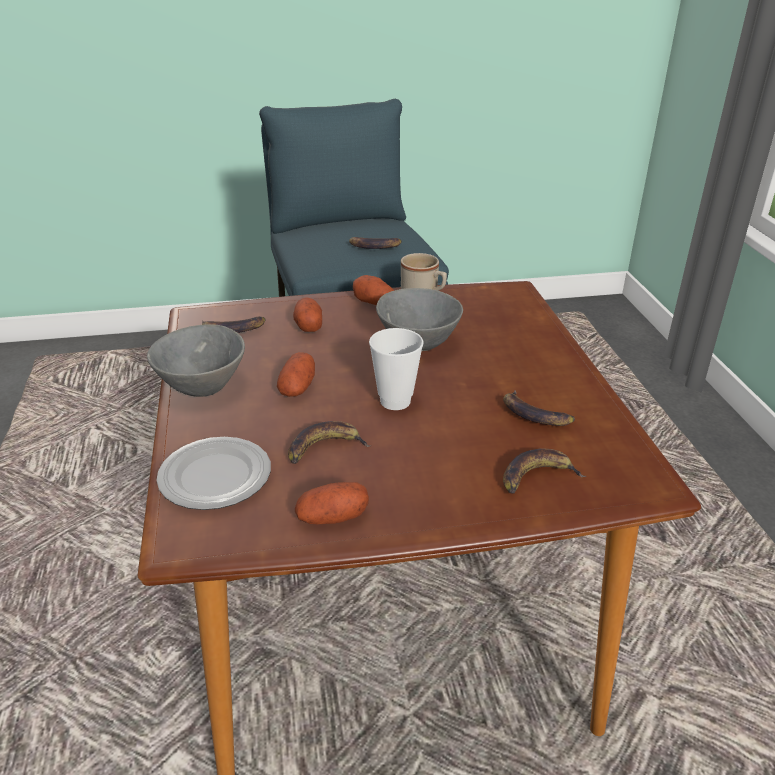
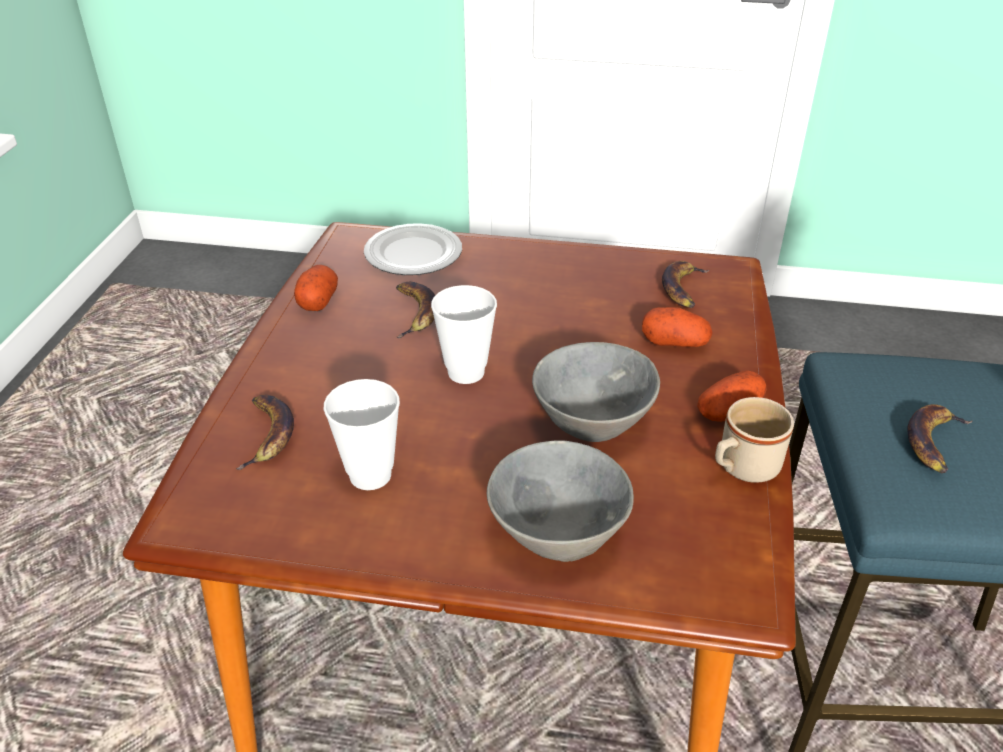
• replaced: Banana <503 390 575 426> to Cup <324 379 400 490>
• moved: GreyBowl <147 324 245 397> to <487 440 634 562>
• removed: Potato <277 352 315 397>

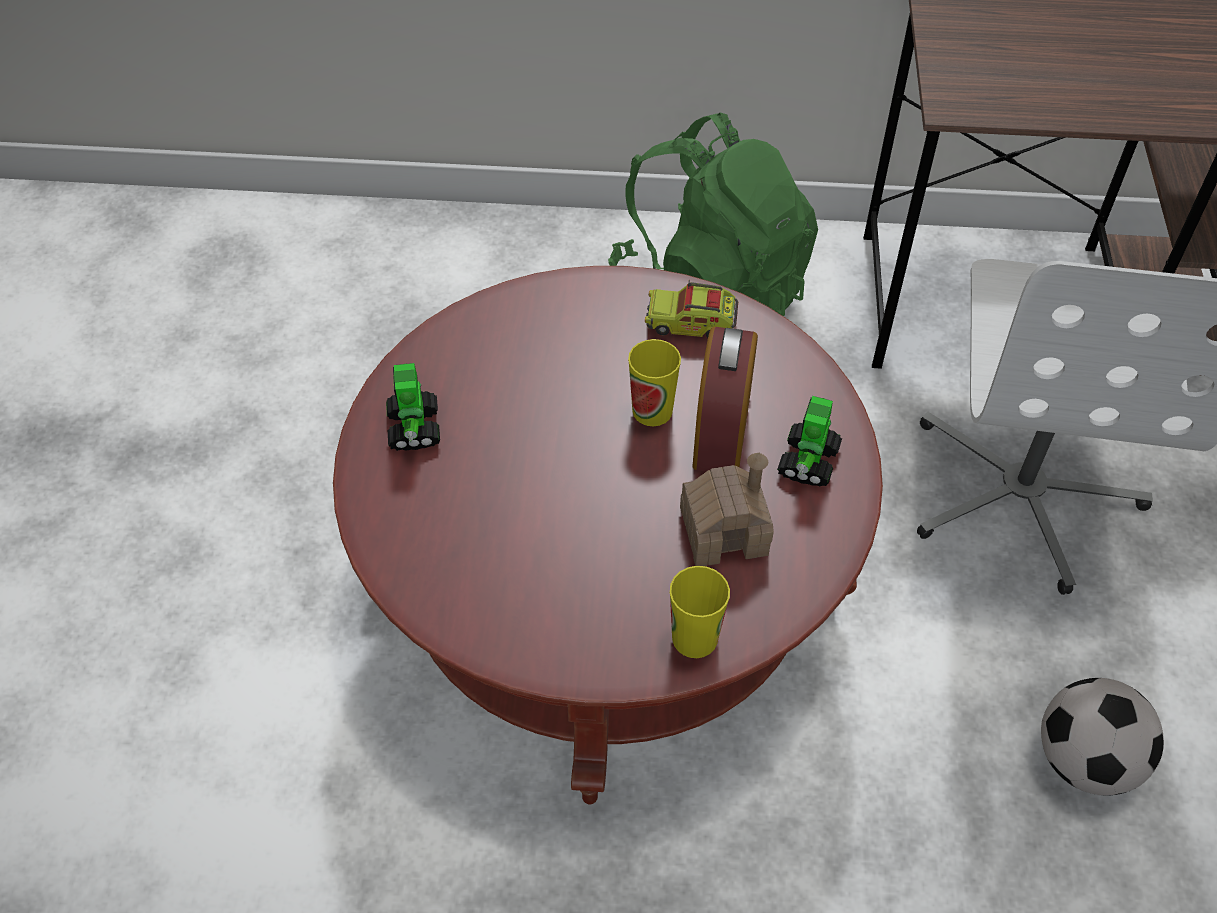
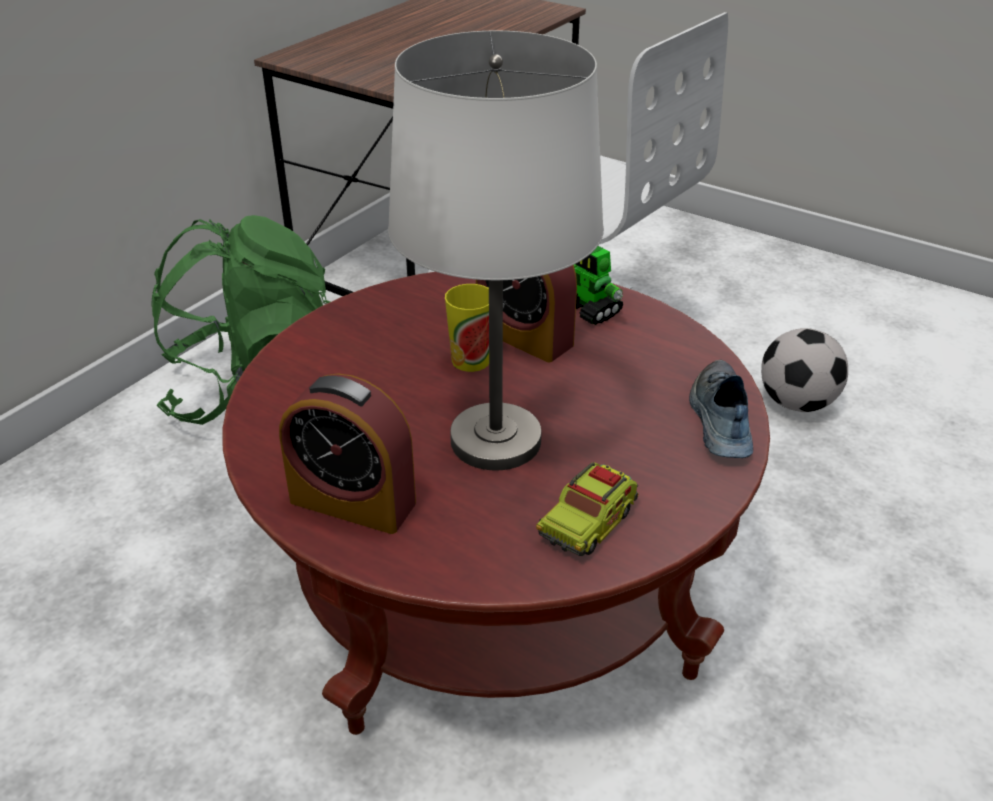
• replaced: ToyRobot <386 363 440 451> to AlarmClock <279 373 416 534>
• added: WhiteTableLamp <388 31 604 470>
• moved: ToyTruck <645 282 738 338> to <536 462 639 556>
• replaced: Cup <670 566 730 658> to Shoe <689 359 753 458>
• removed: ToyHouse <680 453 774 566>

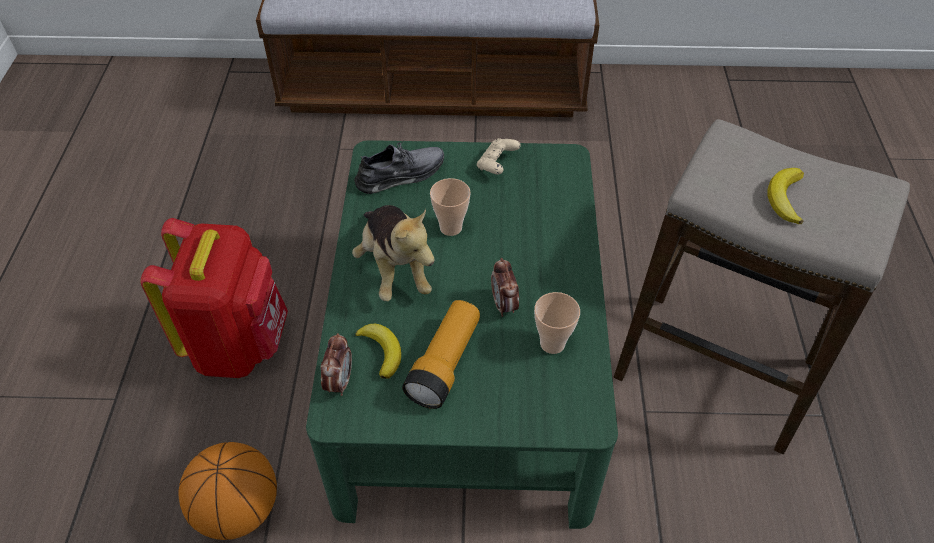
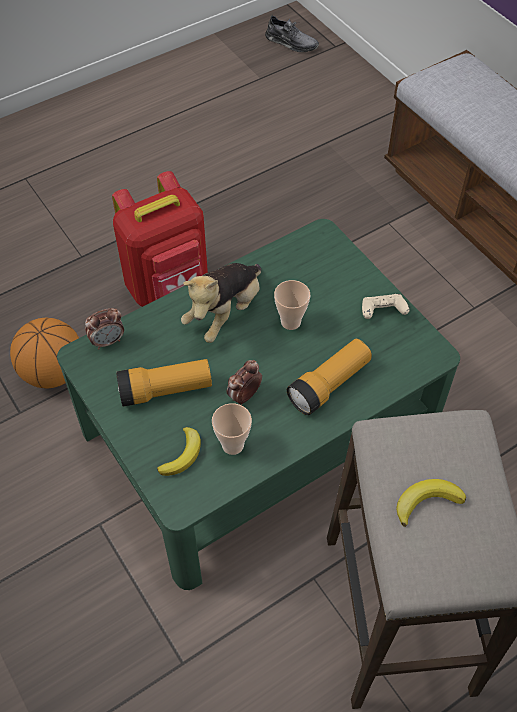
• moved: Banana <355 324 401 379> to <157 427 201 476>
• moved: GreyShoe <354 140 444 194> to <265 14 319 52>
• added: Flashlight <287 339 372 415>

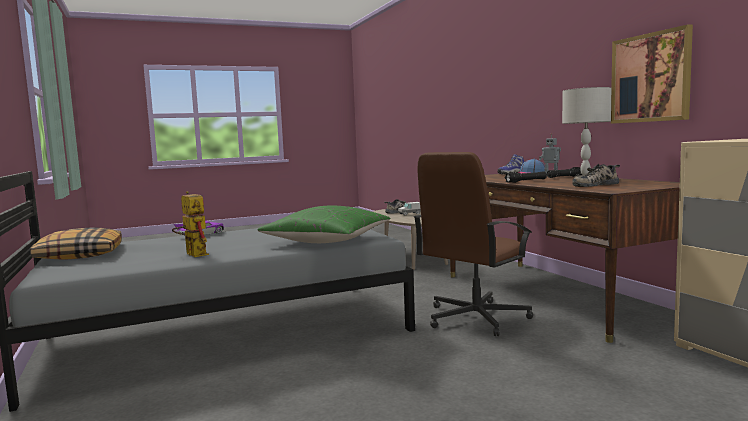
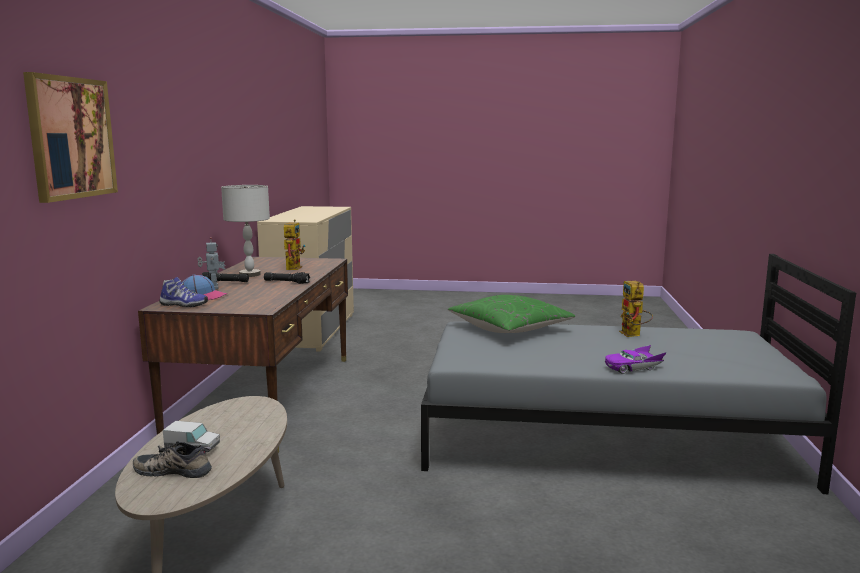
• moved: Picture <611 24 693 124> to <23 72 118 203>
• replaced: Shoe <572 164 620 187> to ToyRobot <284 220 305 270>
• removed: Pillow <30 227 122 260>
• removed: BrownOfficeChair <413 152 533 336>

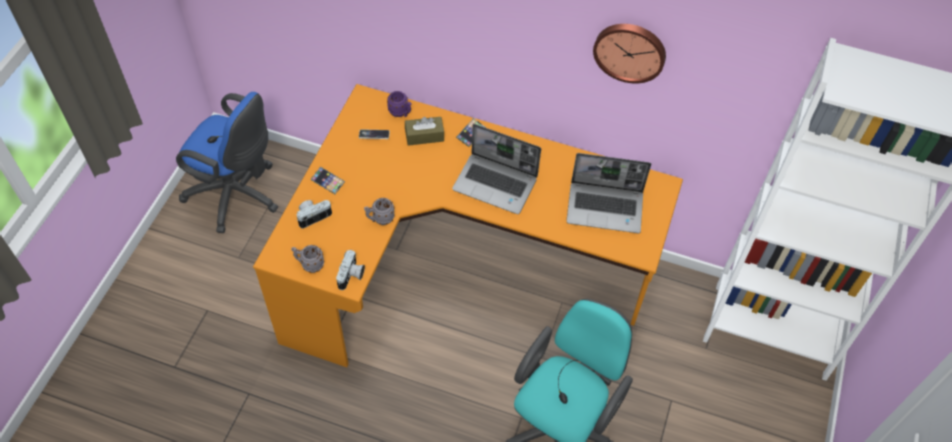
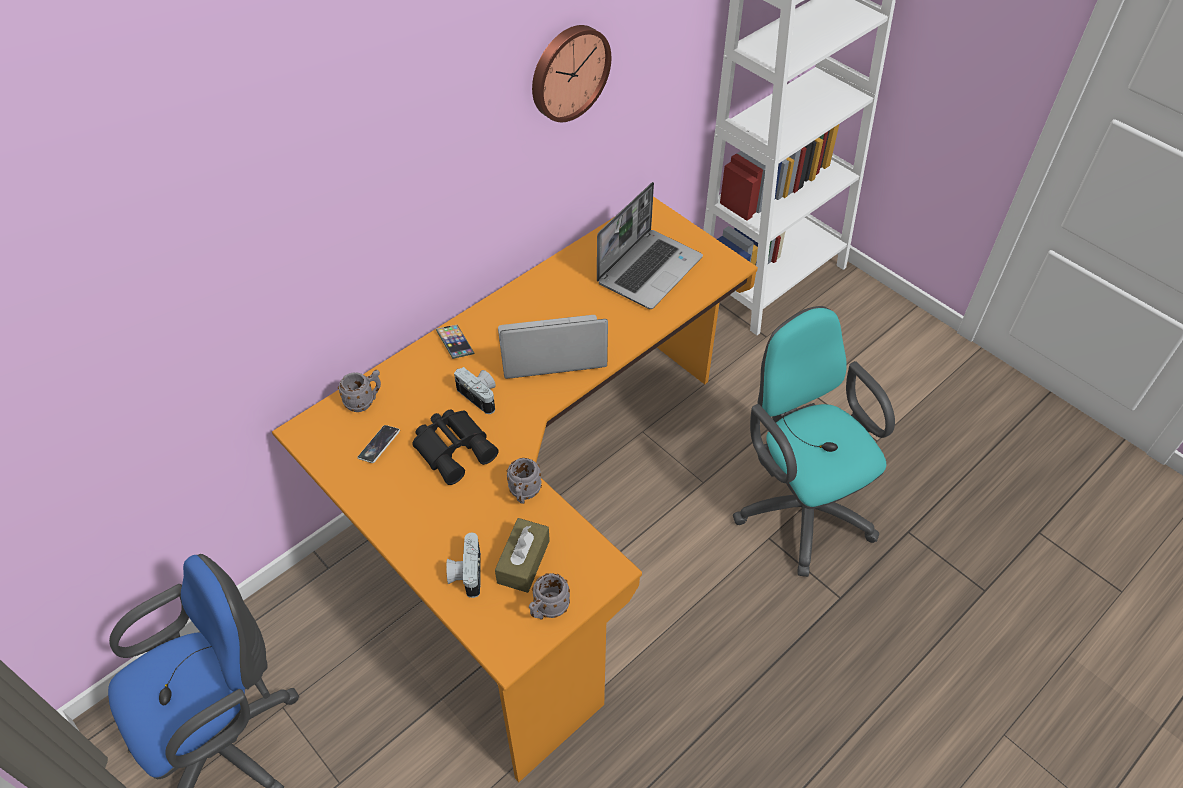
• recoloured: PurpleMug <387 91 412 117> to GreyMug <338 370 381 412>
• added: BlackBinoculars <412 409 499 485>
• moved: PhotoCamera <336 250 365 290> to <454 367 496 414>
• moved: BrownTissueBox <405 117 444 146> to <495 518 550 593>
• turned: Laptop <452 124 541 214> = <498 315 608 379> 150 degrees counterclockwise
• removed: Phone <310 167 345 194>

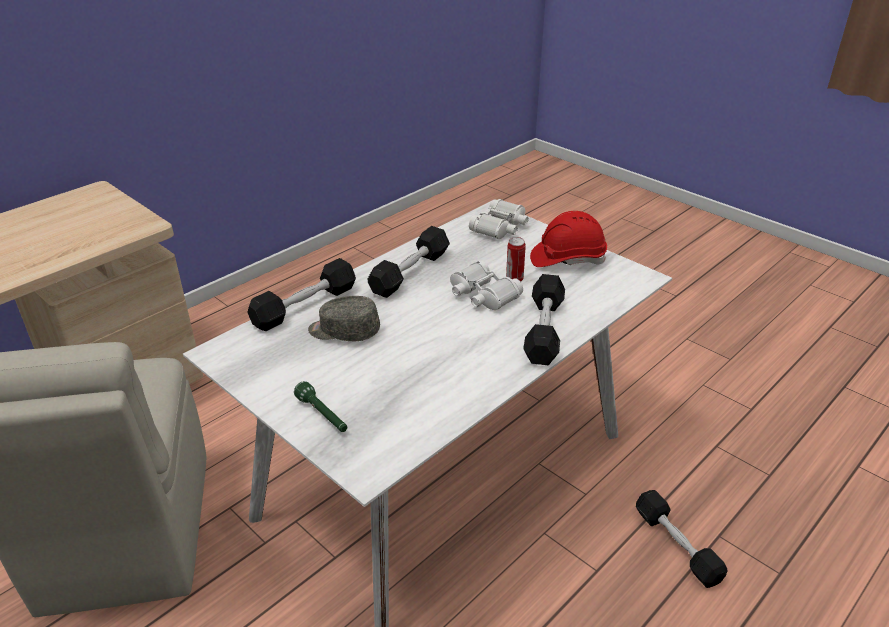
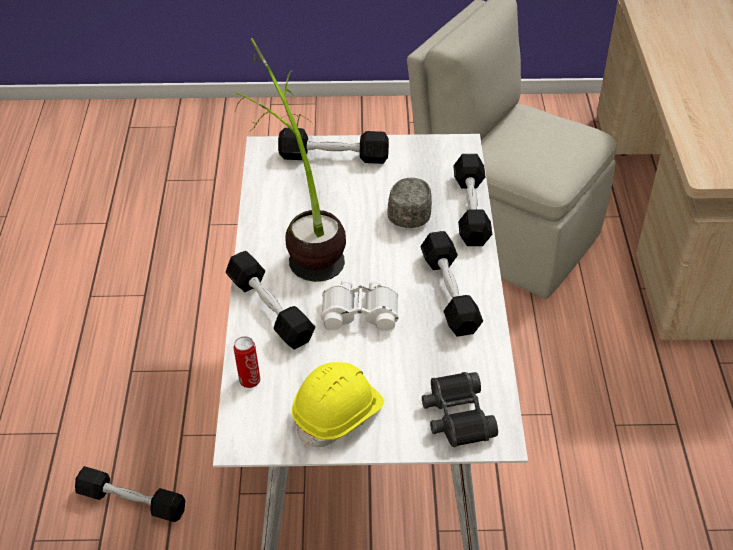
• moved: Can <506 237 526 282> to <234 336 260 388>
• added: PottedPlant <235 38 346 282>
• replaced: GreenFlashlight <294 381 347 432> to BlackDumbbell <278 128 389 164>
• recoloured: RedHardHat <530 211 607 267> to YellowHardHat <292 362 384 448>
• turned: GreyCap <308 296 380 341> = <387 178 432 228> 45 degrees counterclockwise
• recoloured: WhiteBinoculars <469 199 529 239> to BlackBinoculars <422 372 498 447>

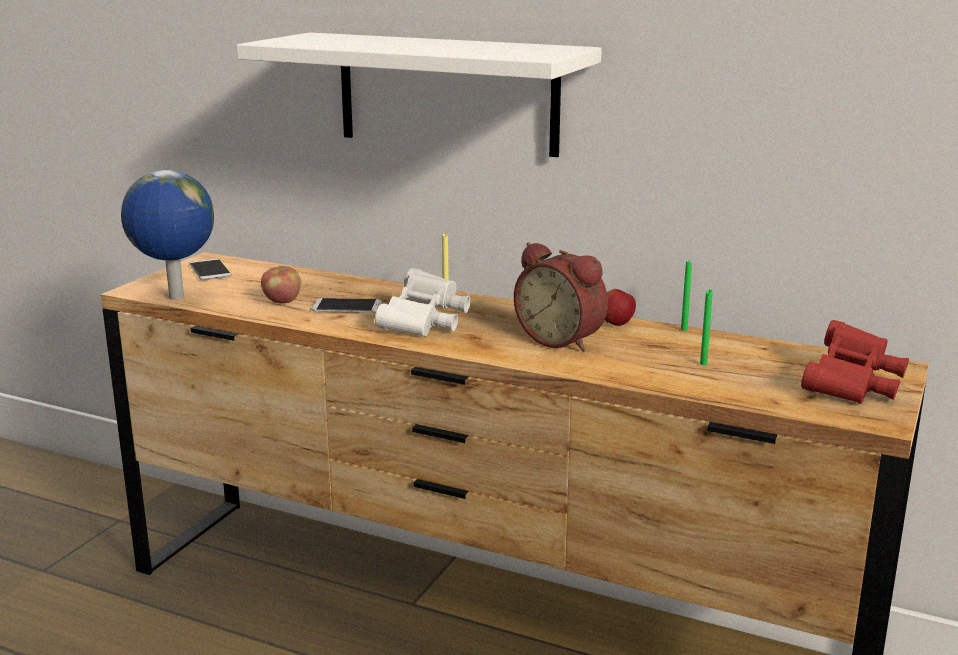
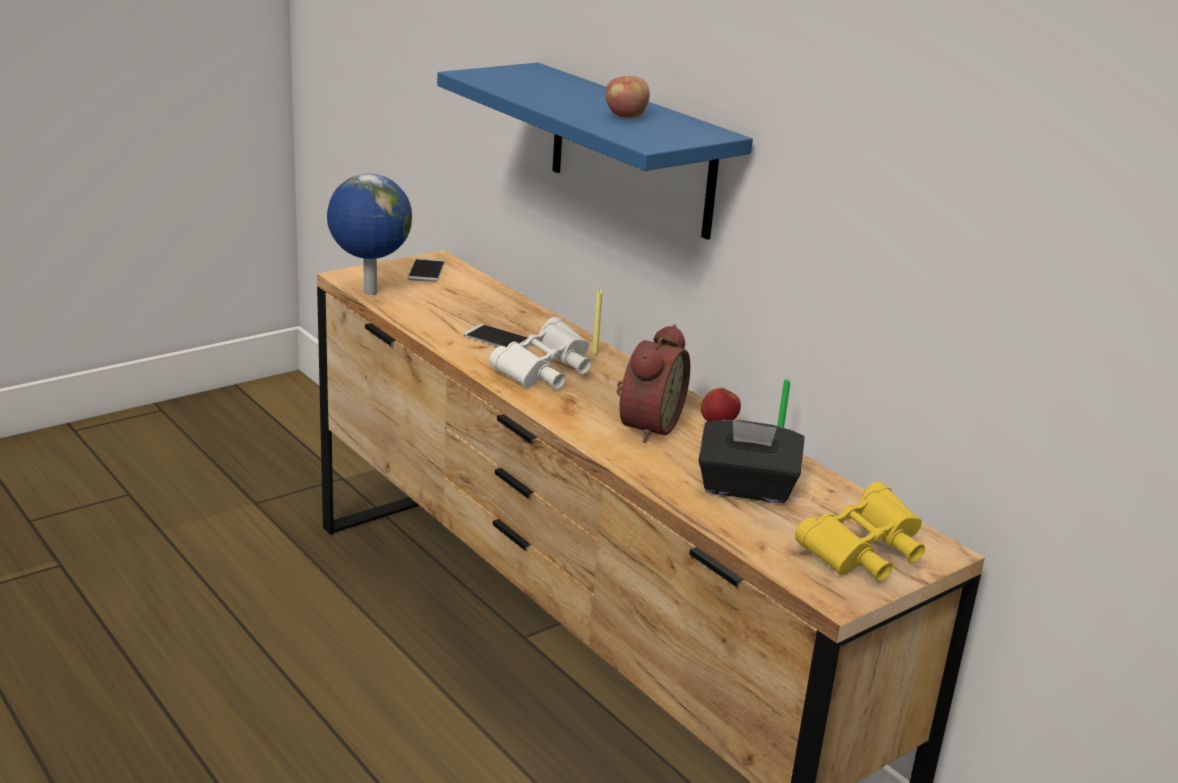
• recoloured: WhiteShelf <236 32 602 157> to BlueShelf <437 62 753 240>
• moved: Apple <261 266 301 304> to <605 76 650 118>
• turned: AlarmClock <514 242 608 352> = <617 324 690 443> 135 degrees counterclockwise
• replaced: GreenCandle <700 289 713 365> to BlackTissueBox <698 420 804 503>
• recoloured: RedBinoculars <801 320 909 404> to YellowBinoculars <795 482 925 582>

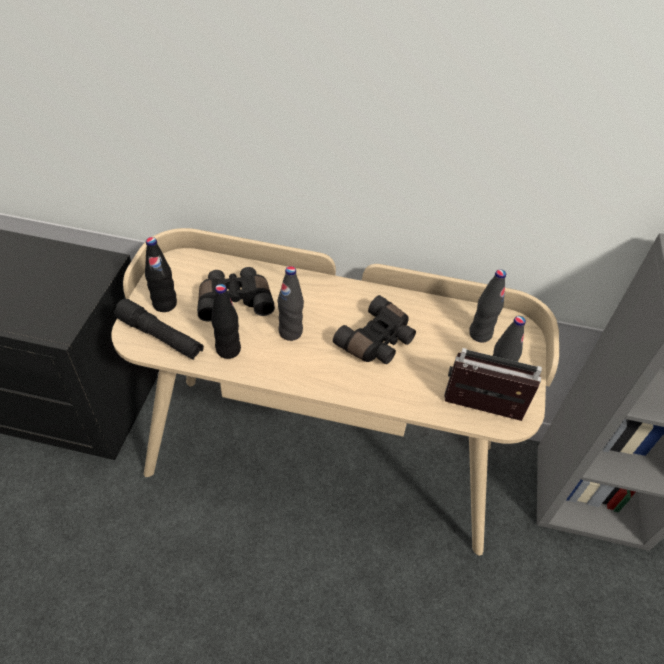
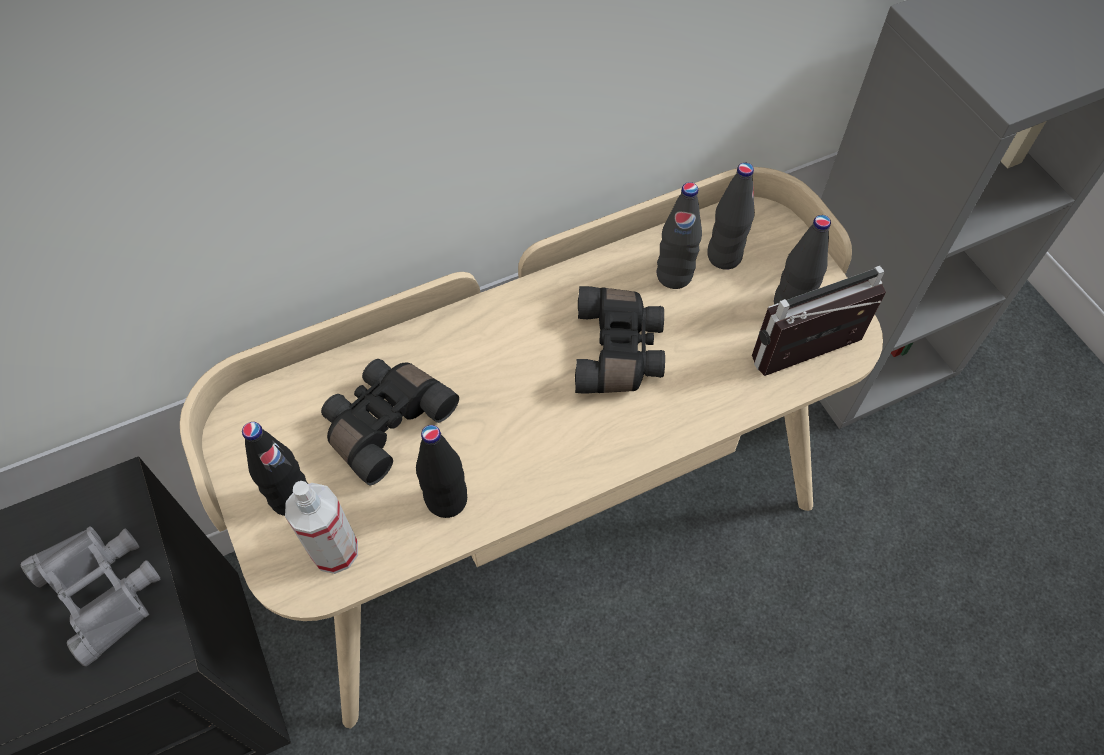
• added: GreyBinoculars <21 526 161 666>
• replaced: BlackFlashlight <114 299 204 360> to SprayBottle <285 481 358 574>
• moved: BlackBottle <278 266 304 341> to <657 182 702 289>

